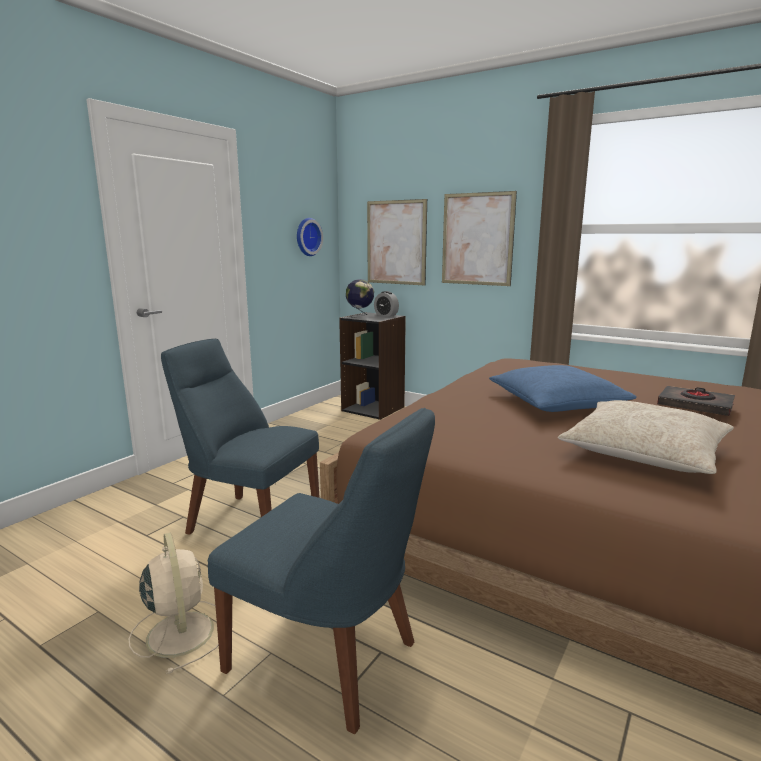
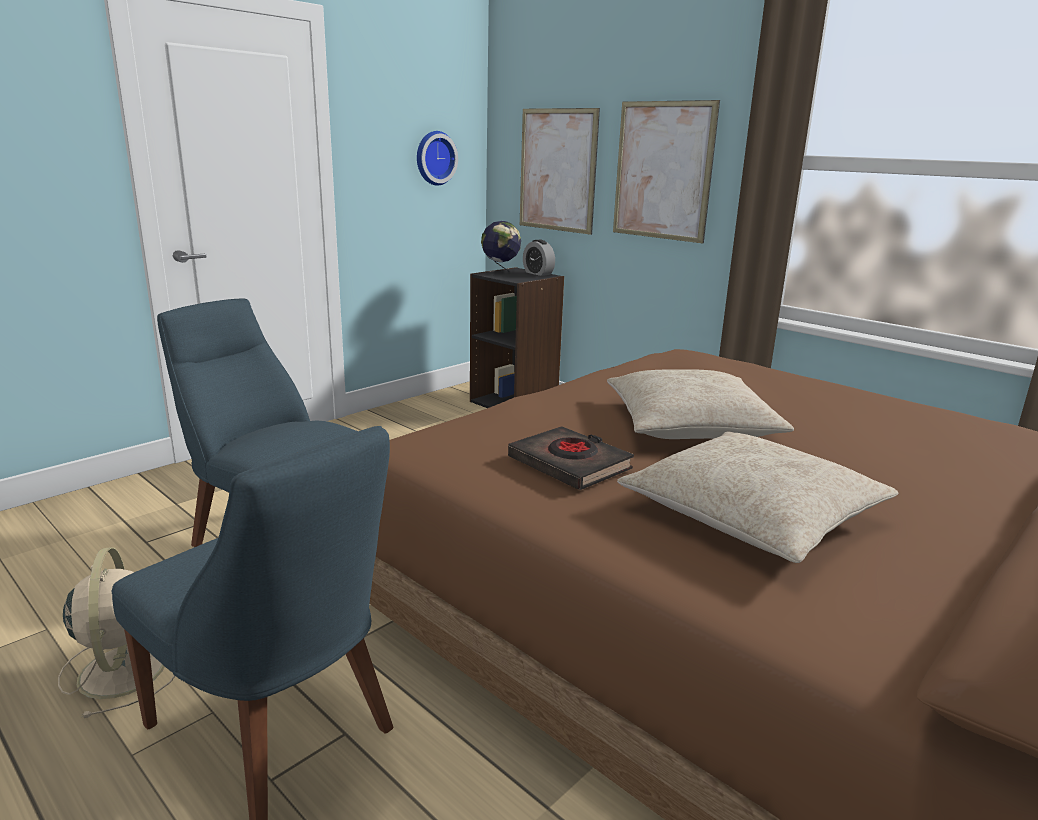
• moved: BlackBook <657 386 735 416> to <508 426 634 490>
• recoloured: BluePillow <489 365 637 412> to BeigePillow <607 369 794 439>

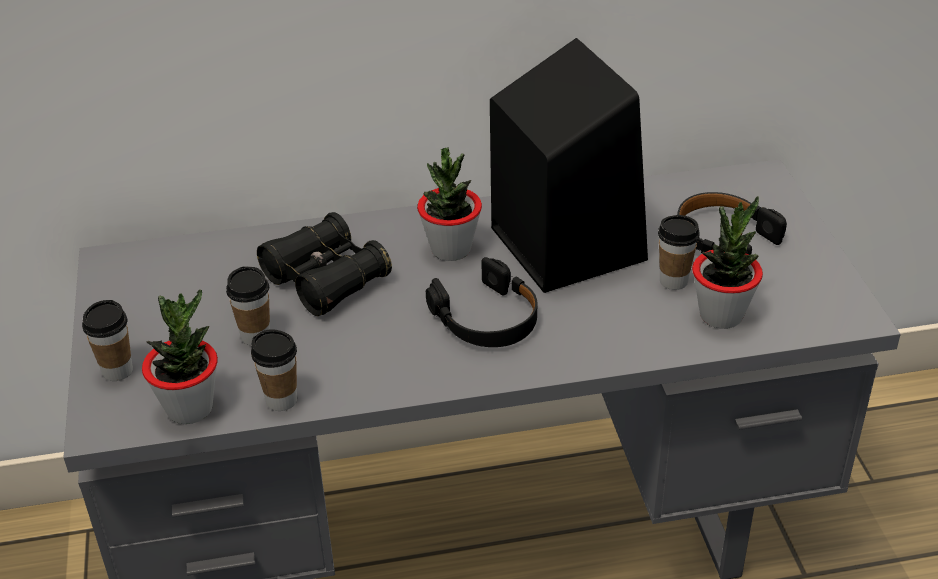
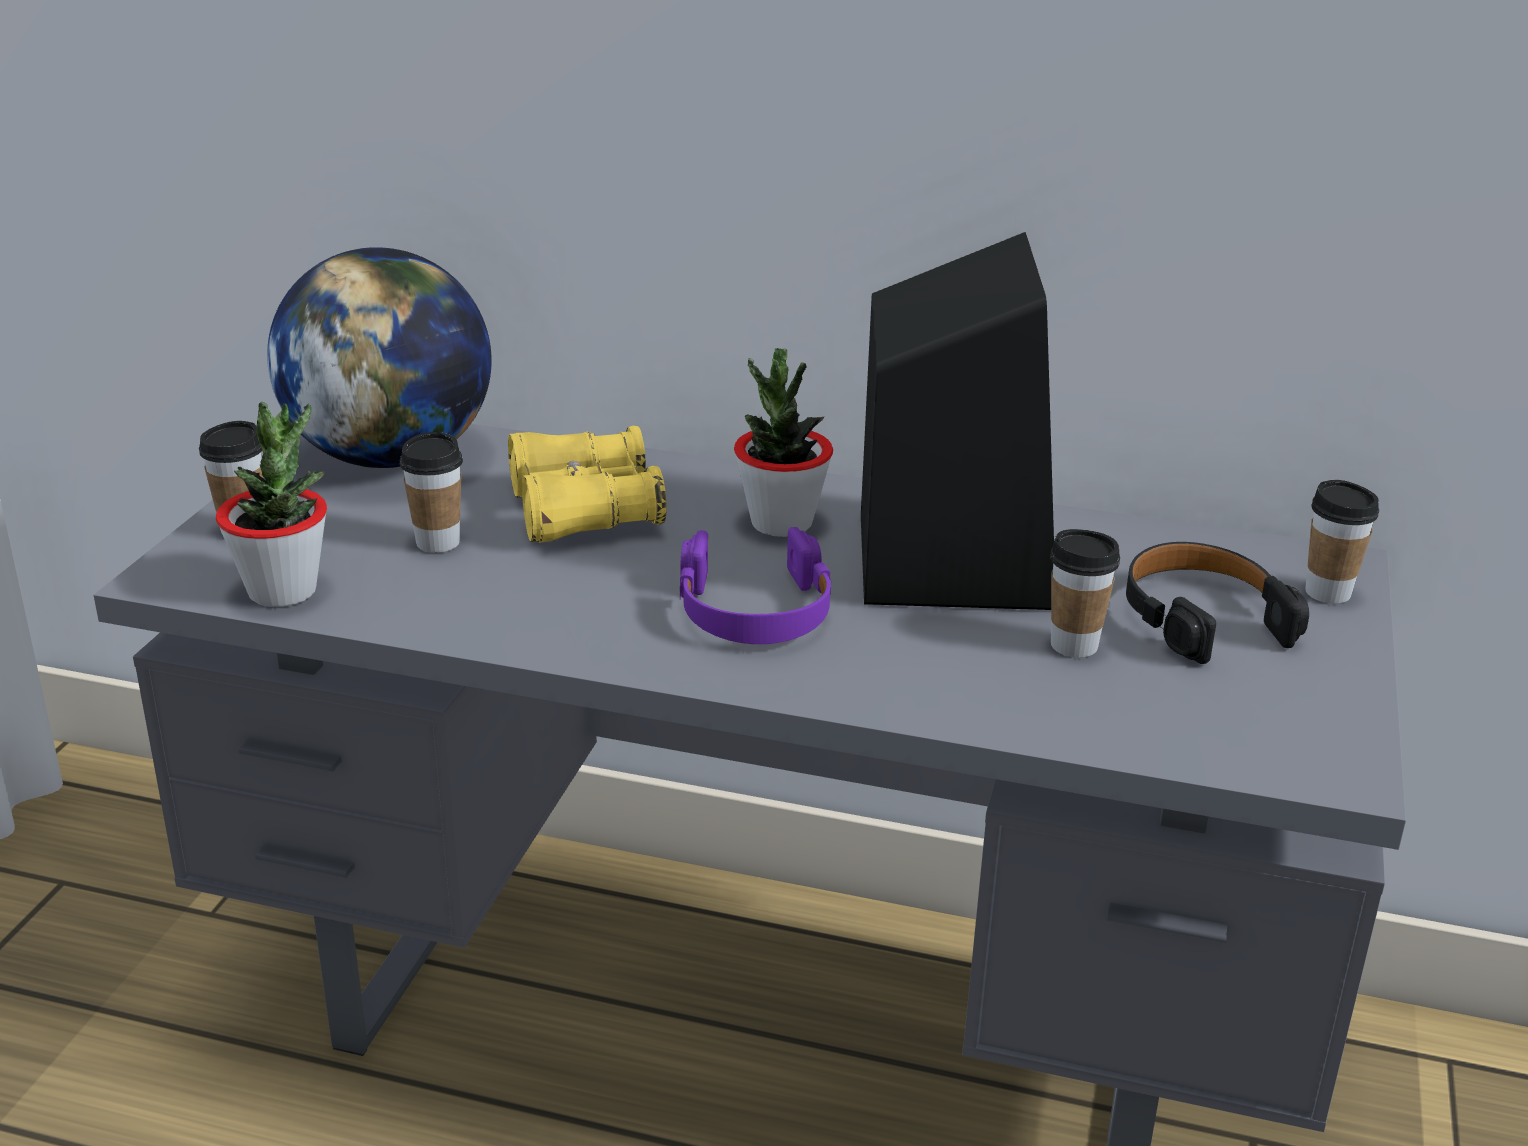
• added: Globe <267 247 492 468>
• recoloured: BlackBinoculars <257 212 392 316> to YellowBinoculars <508 426 667 543>
• recoloured: BlackHeadphones <426 257 537 347> to PurpleHeadphones <680 527 831 644>
• moved: Cup <251 329 297 411> to <1305 480 1379 604>
• removed: PottedPlant <692 196 763 329>

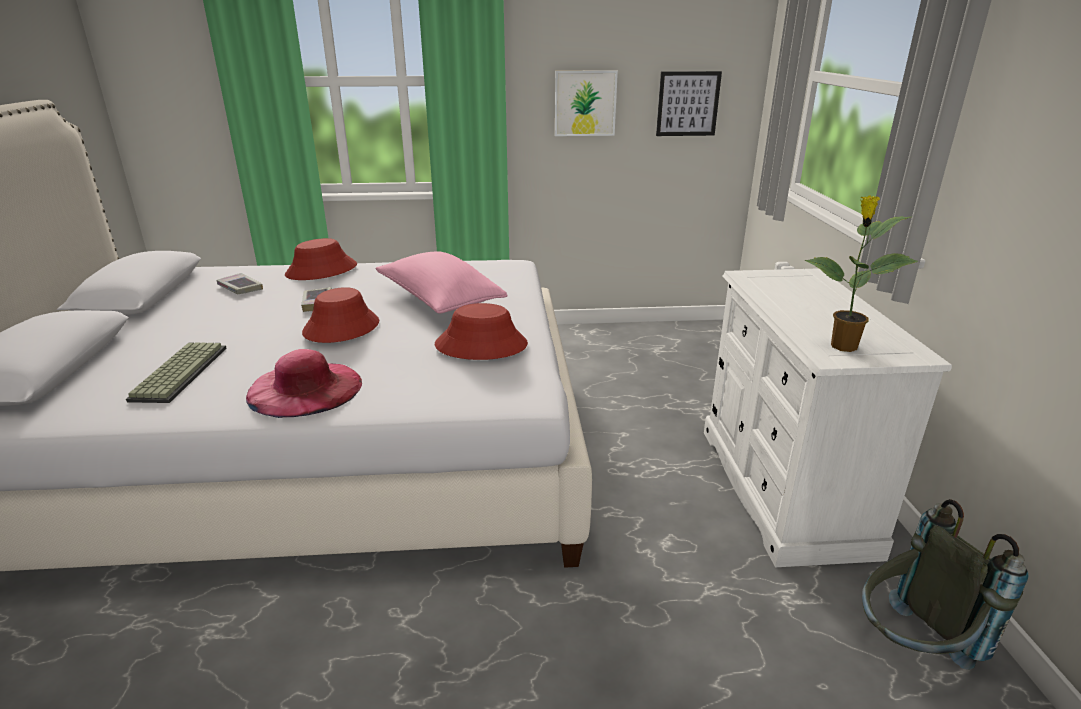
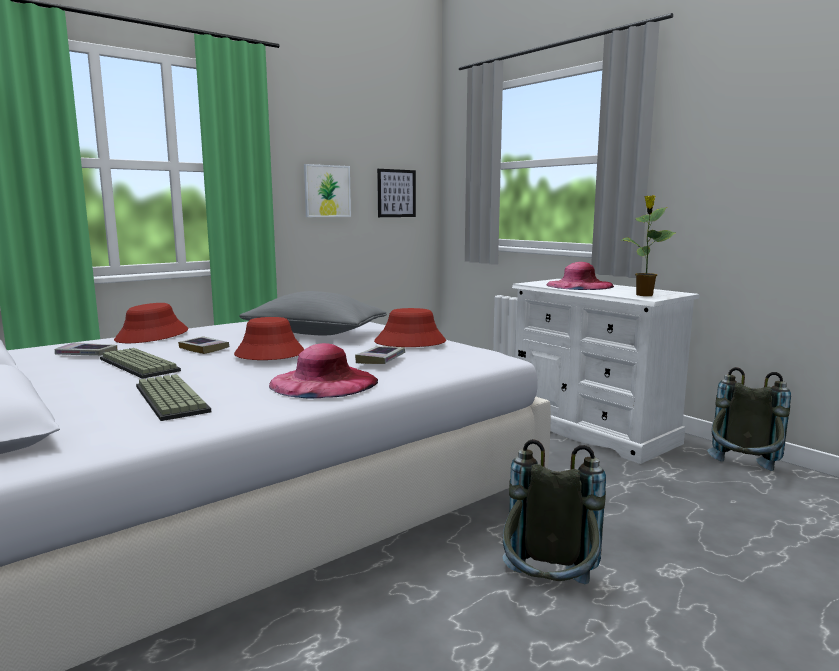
• added: Keyboard <100 348 181 379>
• recoloured: PinkPillow <376 251 508 313> to GreyPillow <239 291 387 336>
• added: Book <355 346 405 364>
• added: GreyBackpack <502 439 606 584>
• added: PinkHat <546 262 614 290>

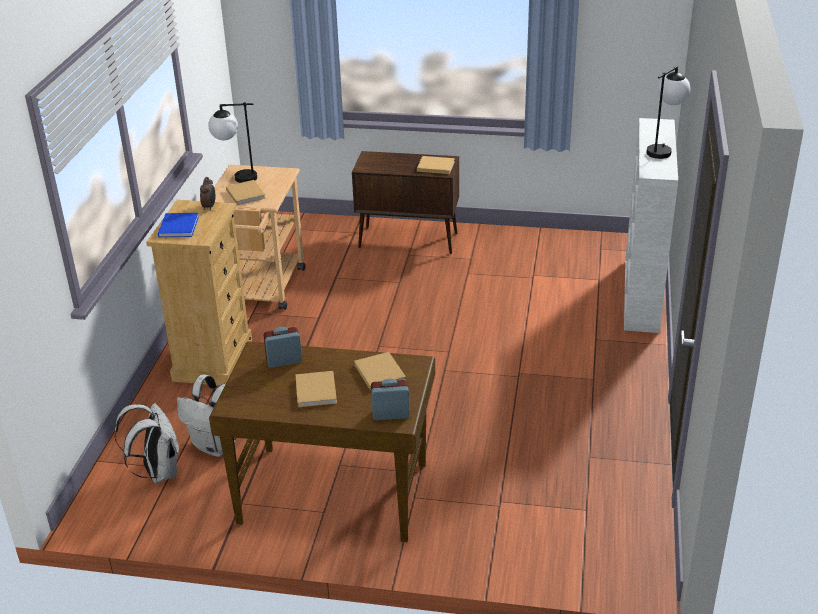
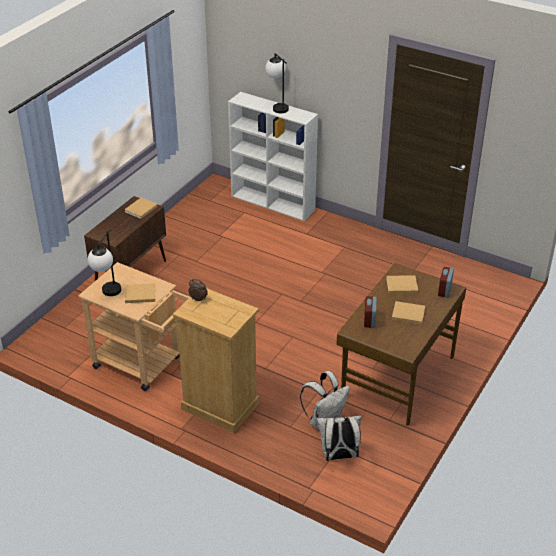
• removed: BlueBook <158 213 199 237>

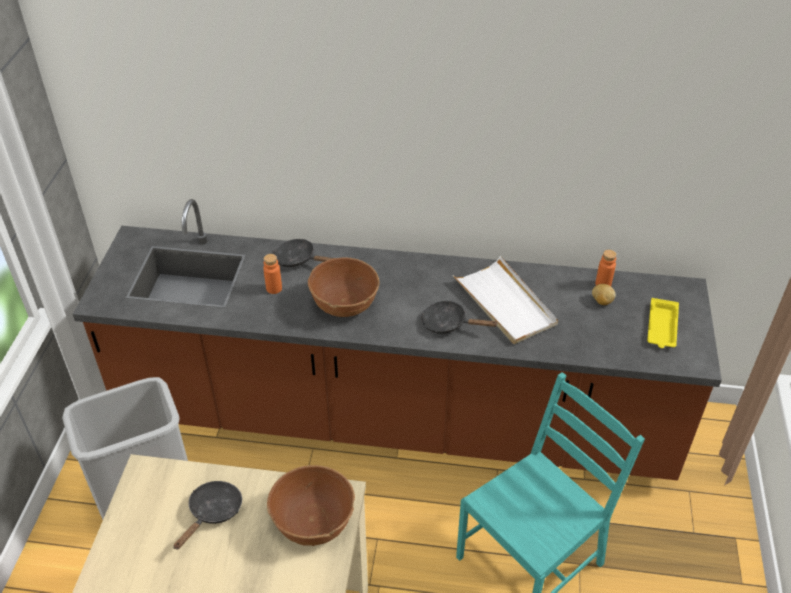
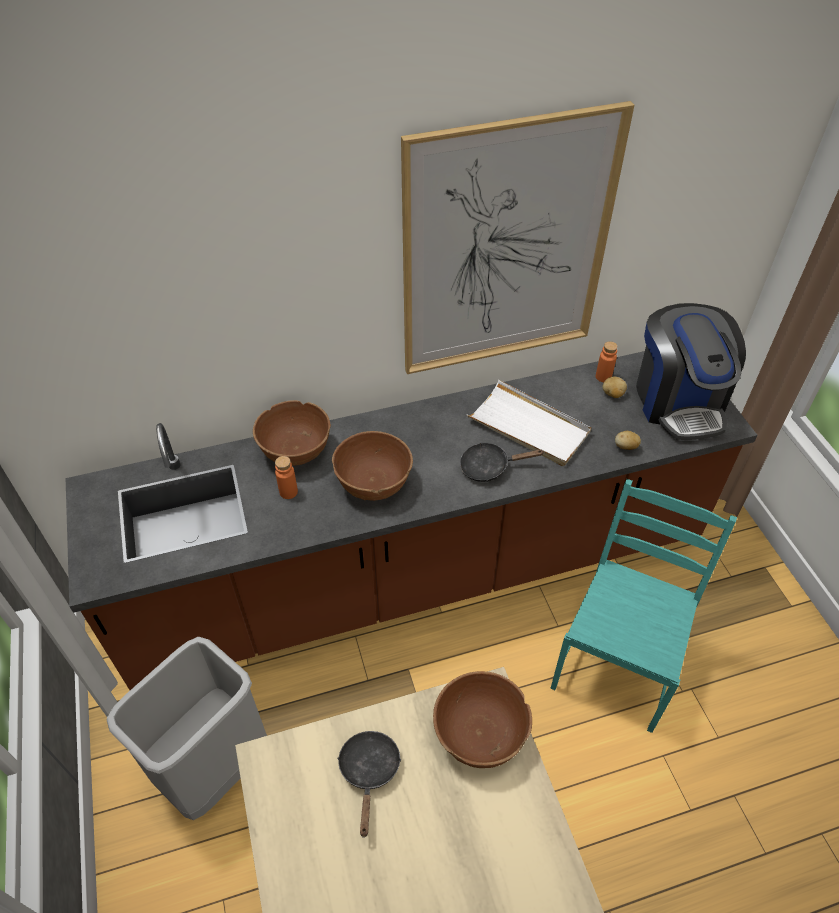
• replaced: BlackFryingPan <273 239 334 267> to BrownBowl <253 400 331 466>
• added: Picture <401 101 634 374>
• added: Potato <615 431 641 450>
• replaced: YellowTray <647 298 679 348> to CoffeeMachine <636 303 746 440>

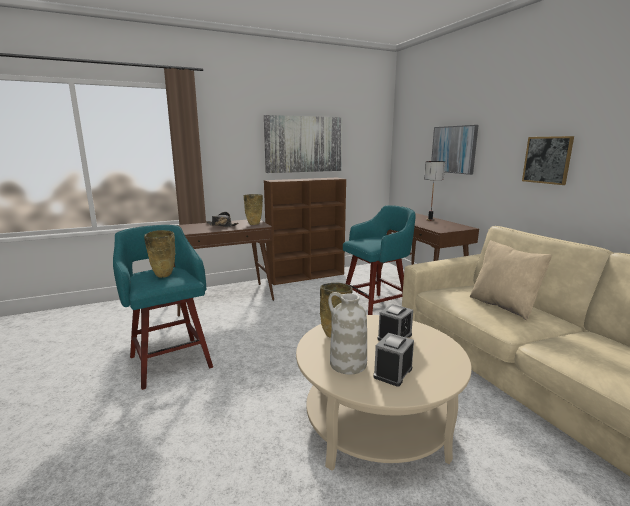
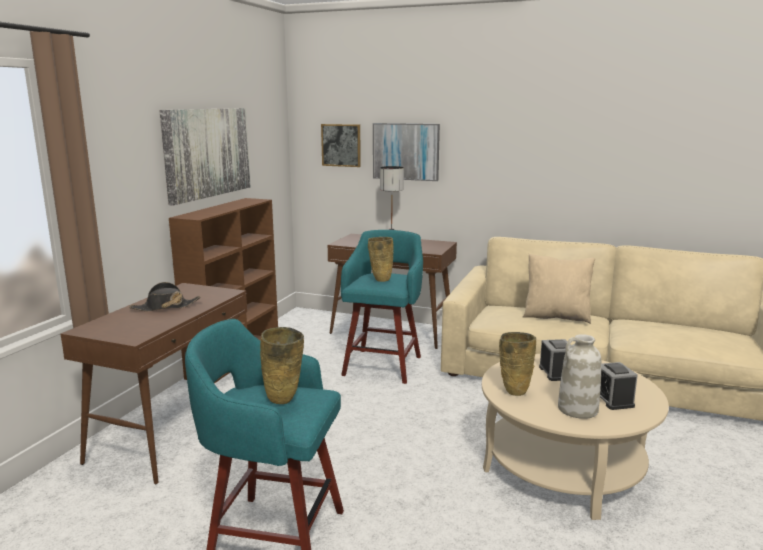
• moved: Picture <522 136 574 185> to <321 124 361 167>
• moved: BeigeVase <244 194 263 225> to <368 237 394 282>

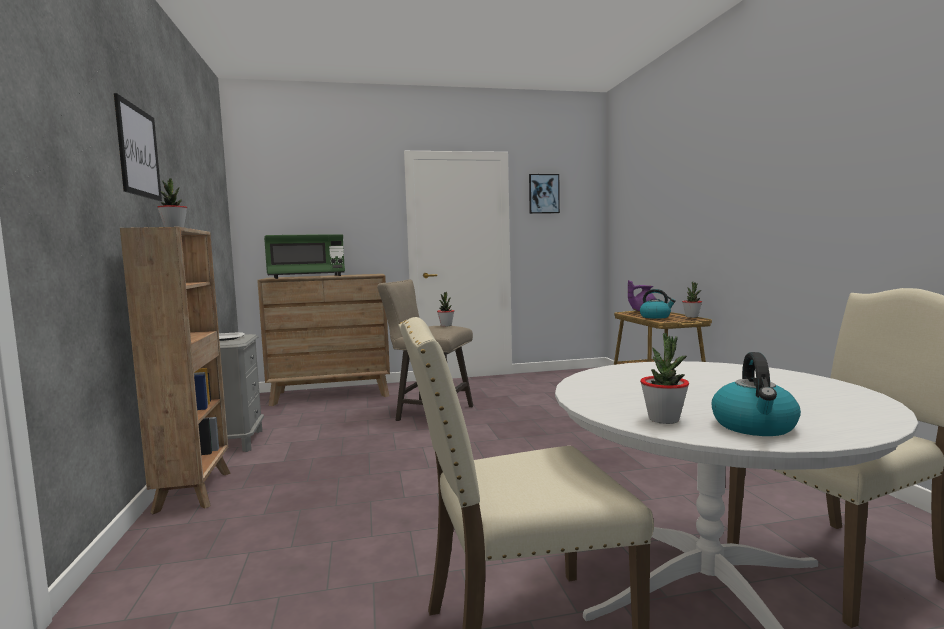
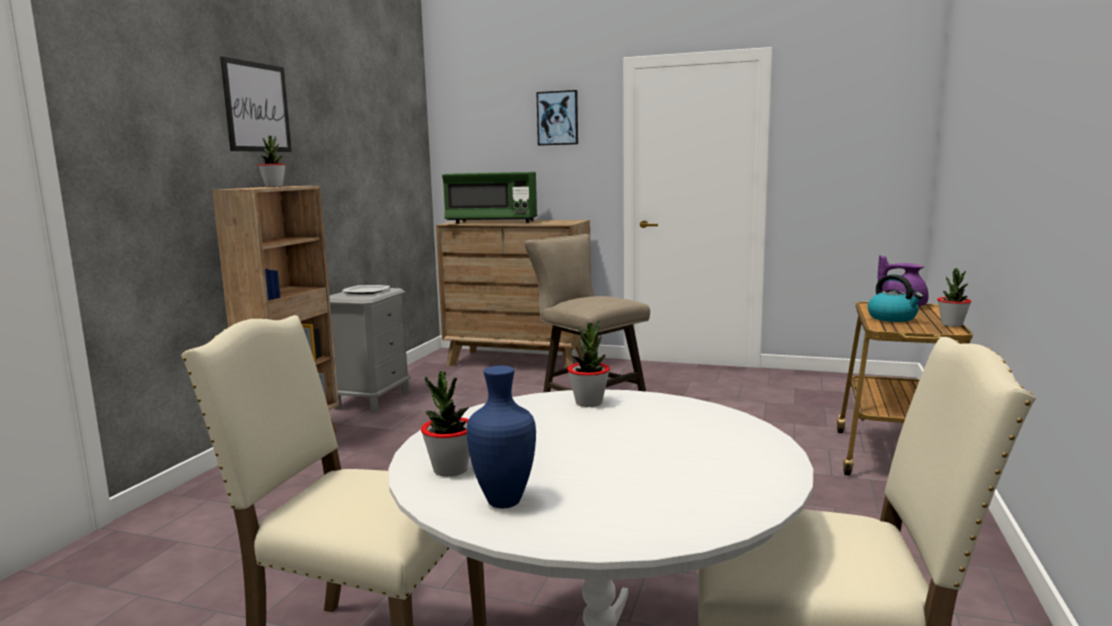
• replaced: Kettle <712 352 801 436> to BlueVase <467 366 536 508>
• moved: Picture <529 174 560 214> to <536 90 578 146>
• moved: PottedPlant <437 291 454 326> to <567 320 610 407>

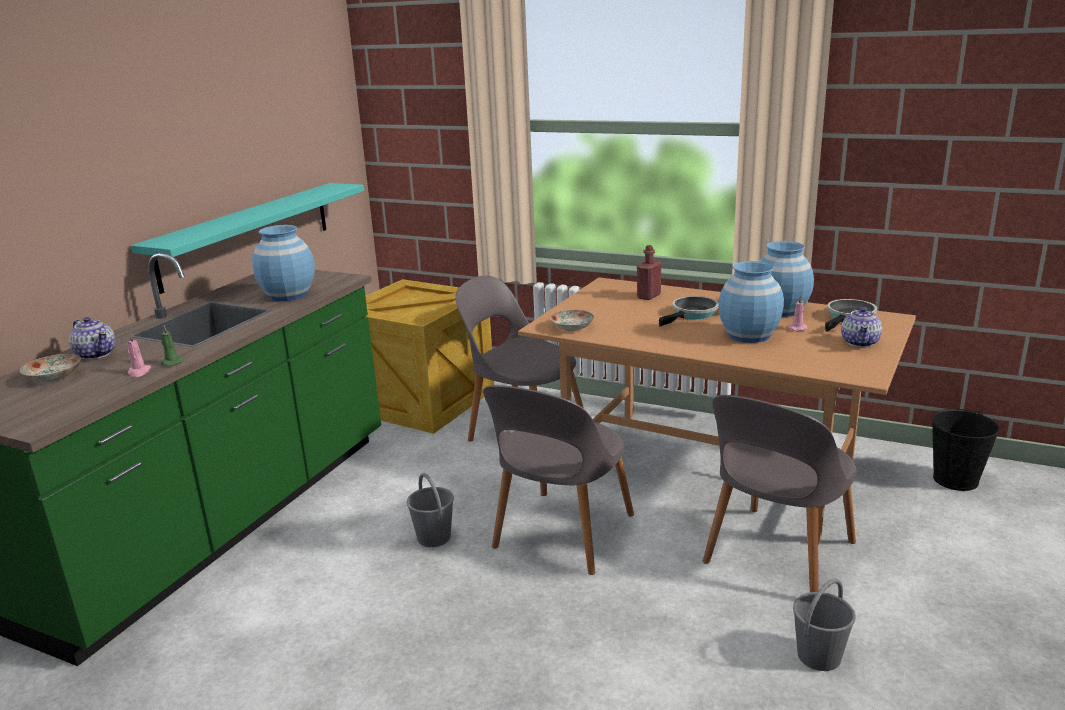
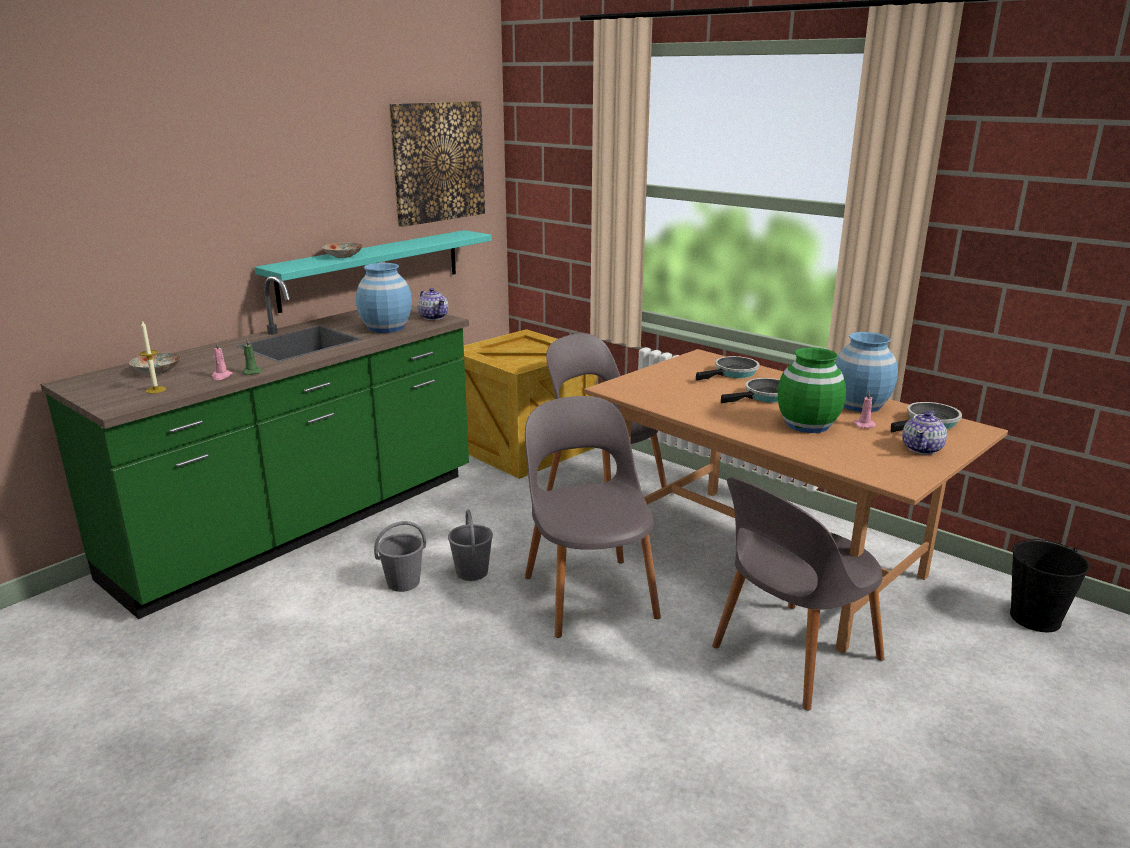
• added: Candle <140 320 166 394>
• moved: Plate <550 310 594 331> to <322 243 363 258>
• moved: GreyBucket <793 578 856 671> to <374 521 426 592>
• added: Picture <389 101 485 227>
• moved: Teapot <69 317 116 360> to <417 288 448 320>
• turned: GreyChair <483 385 634 575> = <525 396 661 638> 120 degrees clockwise
• replaced: RedBottle <637 245 662 300> to FryingPan <696 356 760 381>
• recoloured: BlueVase <718 261 784 343> to GreenVase <778 347 846 433>

